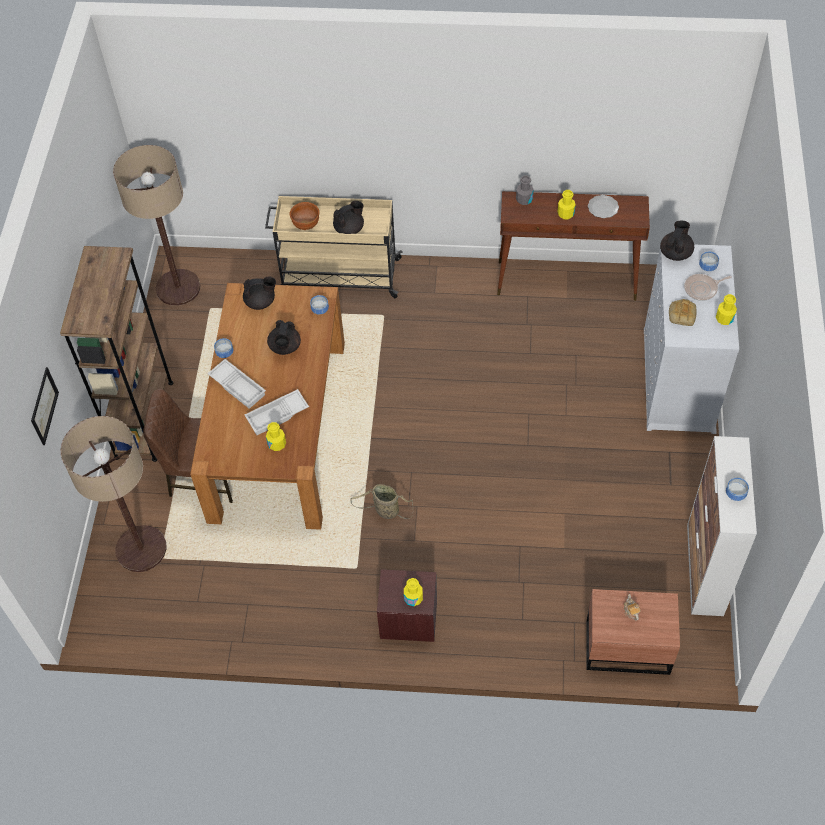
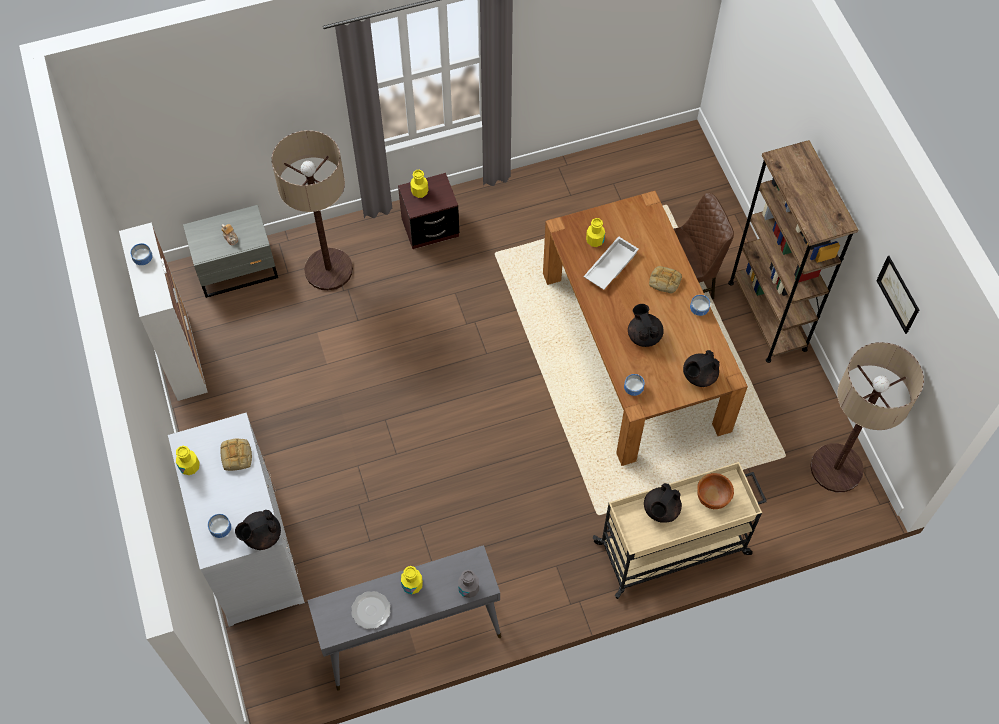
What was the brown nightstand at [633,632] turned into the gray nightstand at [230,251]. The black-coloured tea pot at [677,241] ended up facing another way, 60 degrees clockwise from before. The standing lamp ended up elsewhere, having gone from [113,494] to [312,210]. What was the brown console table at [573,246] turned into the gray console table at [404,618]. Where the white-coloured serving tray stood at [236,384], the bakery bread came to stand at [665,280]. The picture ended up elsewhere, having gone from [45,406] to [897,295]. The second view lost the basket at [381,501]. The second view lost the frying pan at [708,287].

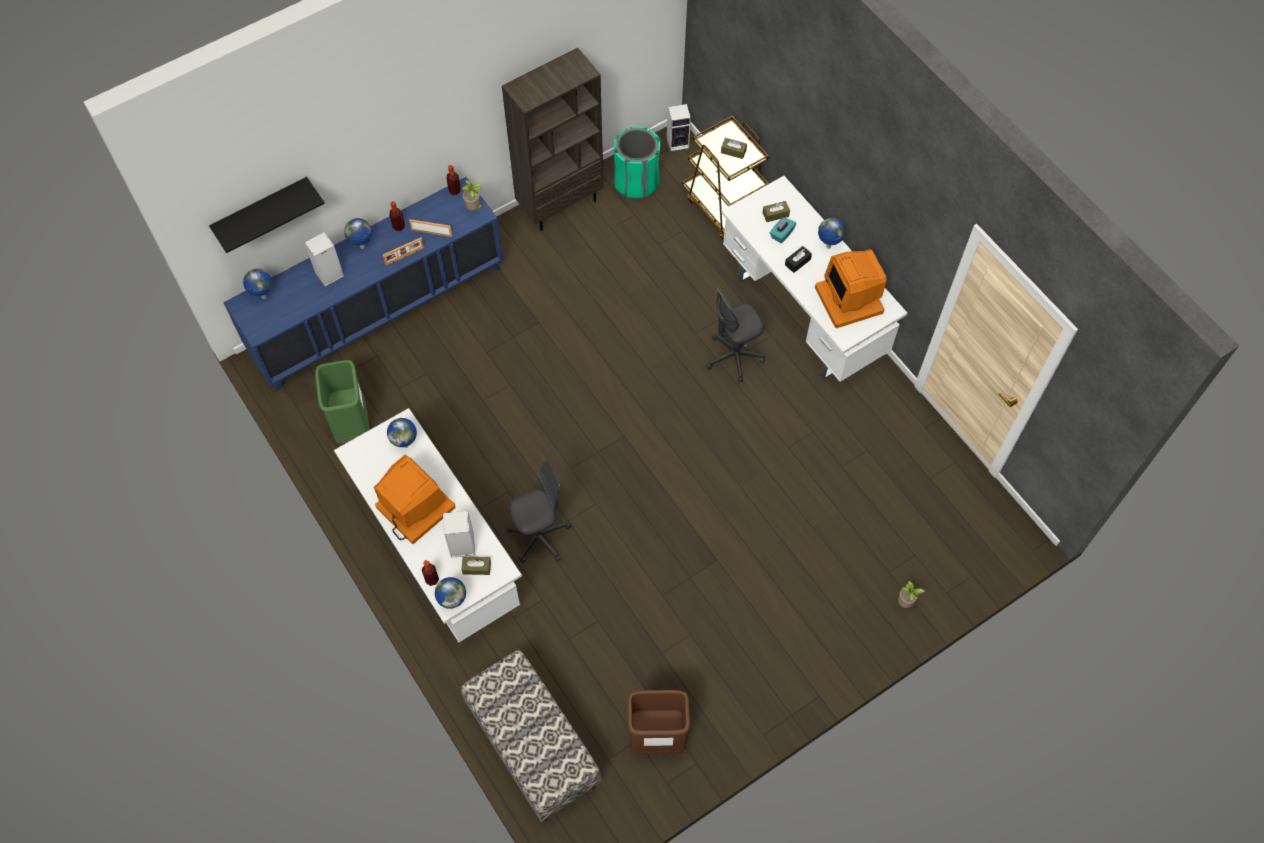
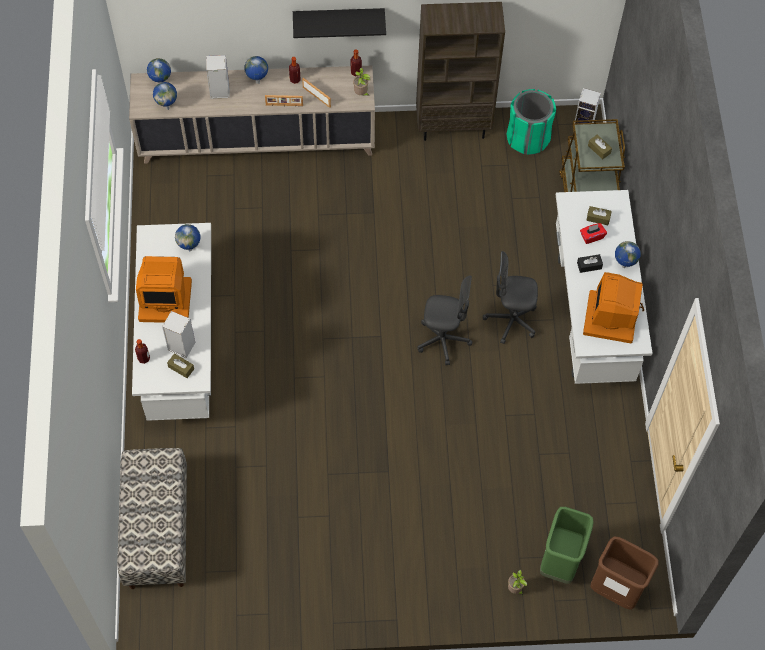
What was the blue-coloured cabinet at [363,284] turned into the beige-coloured cabinet at [252,115]. The monitor at [414,499] ended up facing another way, 105 degrees clockwise from before. The world globe ended up elsewhere, having gone from [450,593] to [165,96]. The black-coloured bracket shelf ended up elsewhere, having gone from [267,215] to [339,23]. The gray office chair ended up elsewhere, having gone from [539,511] to [445,320]. The green trash can ended up elsewhere, having gone from [342,402] to [567,545]. What was the turquoise-coloured tissue holder at [783,230] turned into the red-coloured tissue holder at [593,233]. The brown trash can ended up elsewhere, having gone from [659,722] to [625,573].

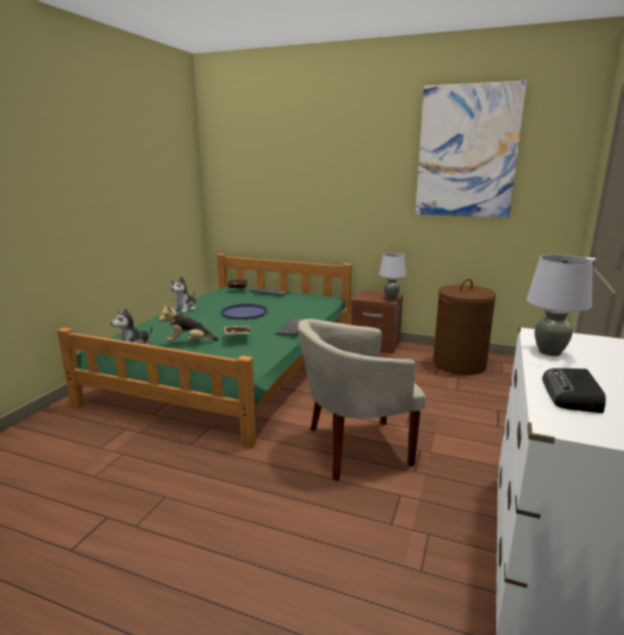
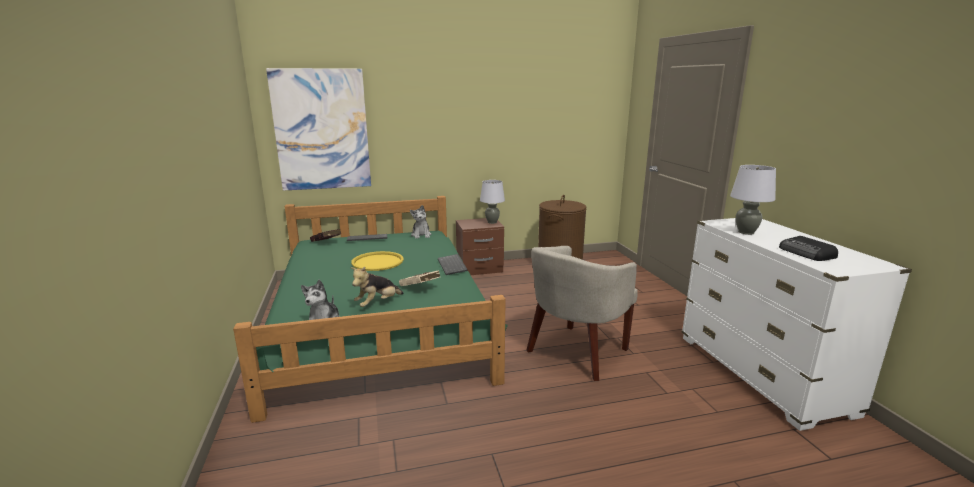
The picture ended up elsewhere, having gone from [471,149] to [318,129]. What was the blue-coloured serving tray at [244,311] turned into the yellow serving tray at [377,261]. The cuddly toy ended up elsewhere, having gone from [183,295] to [420,221].

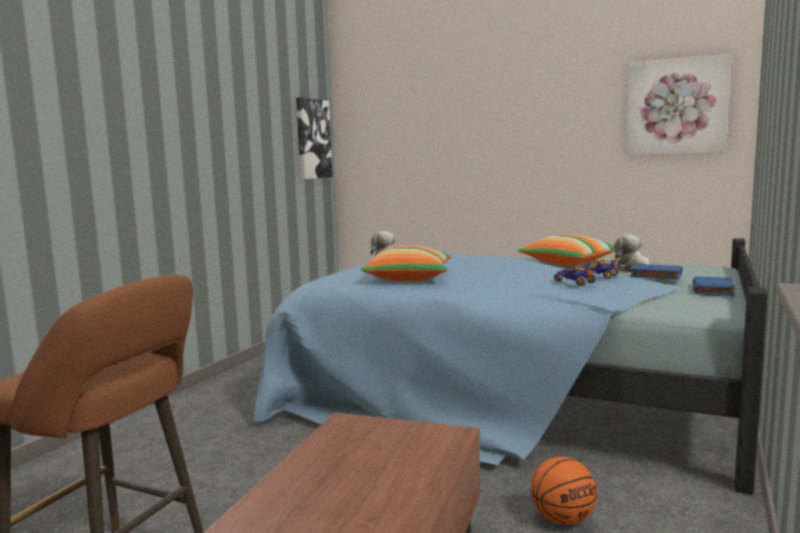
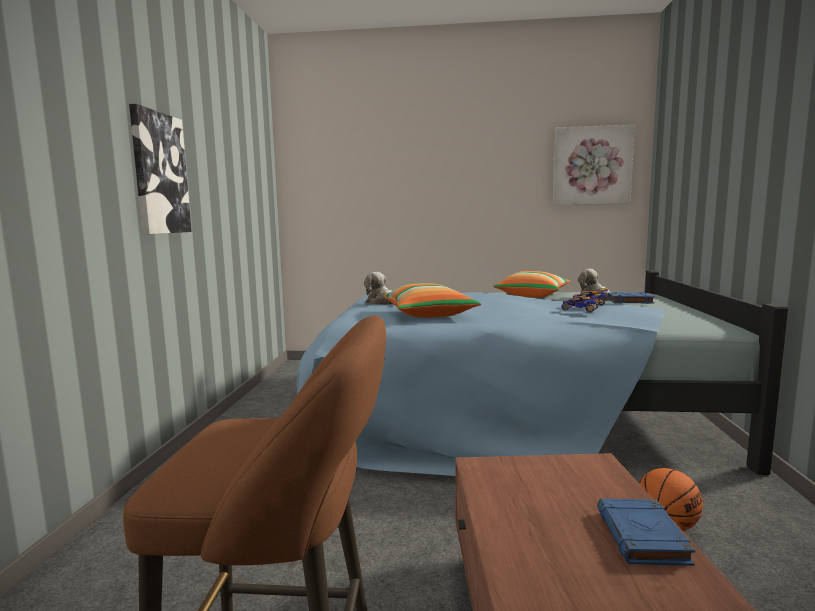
The picture ended up elsewhere, having gone from [314,138] to [160,169]. The blue-coloured bound book ended up elsewhere, having gone from [713,286] to [646,532].

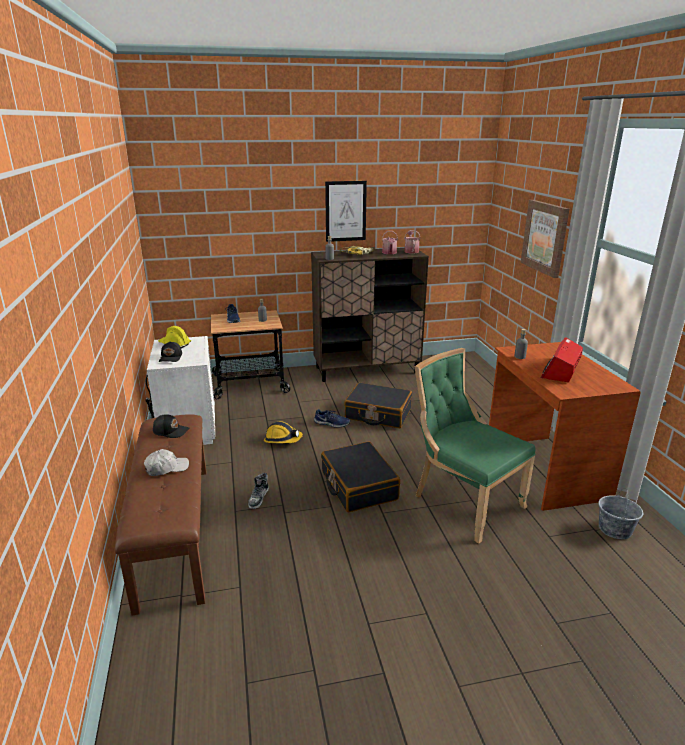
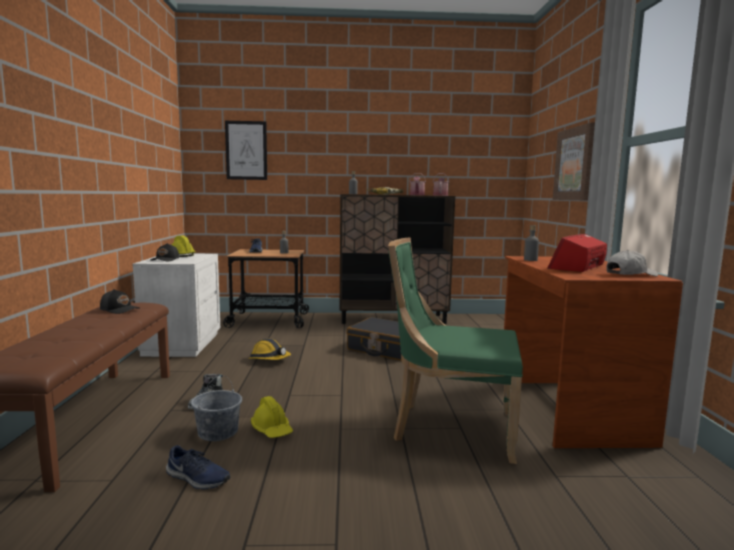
The blue-coloured item of footwear ended up elsewhere, having gone from [332,418] to [198,467]. The gray bucket ended up elsewhere, having gone from [620,513] to [216,408]. The picture ended up elsewhere, having gone from [346,211] to [246,150]. The second view gained the yellow work helmet at [272,417]. The green chair at [475,445] ended up facing another way, 45 degrees counterclockwise from before. The white-coloured baseball cap ended up elsewhere, having gone from [166,462] to [632,263]. The second view lost the black-coloured suitcase at [360,477].

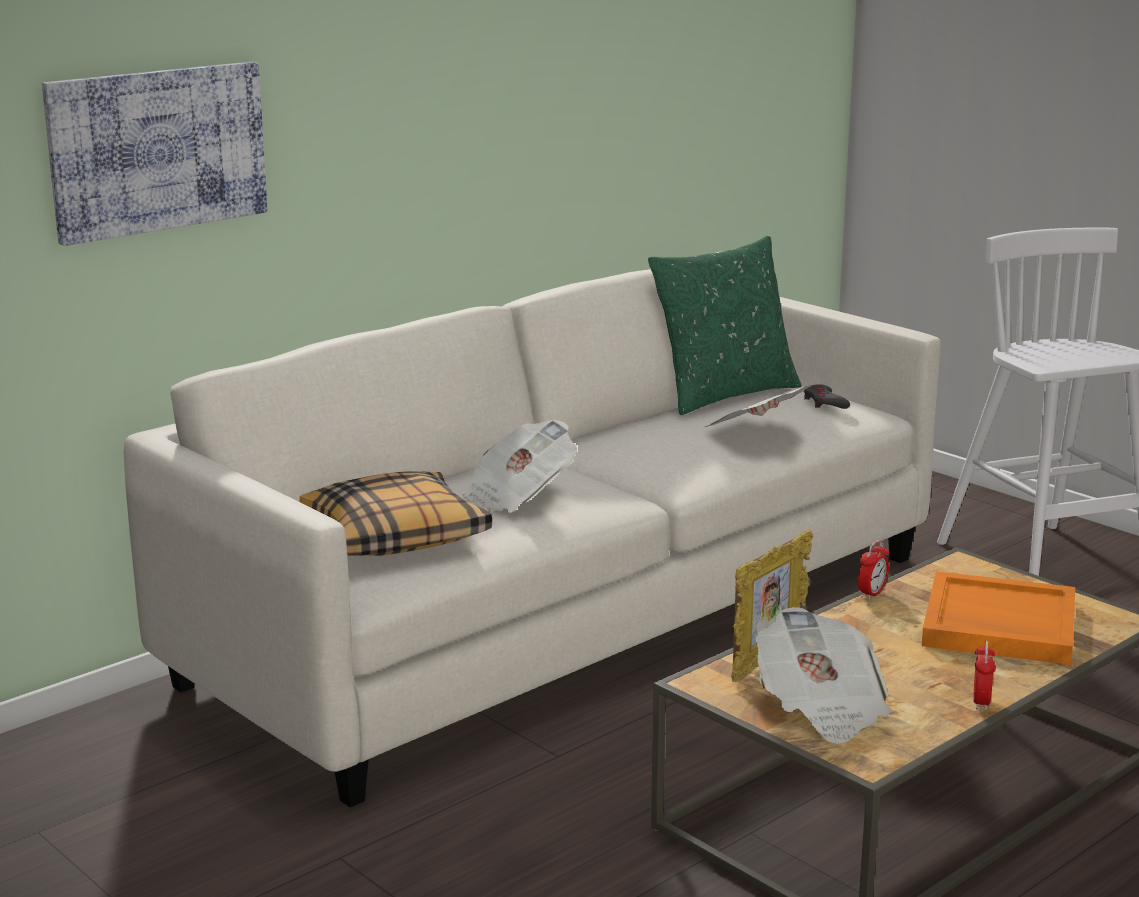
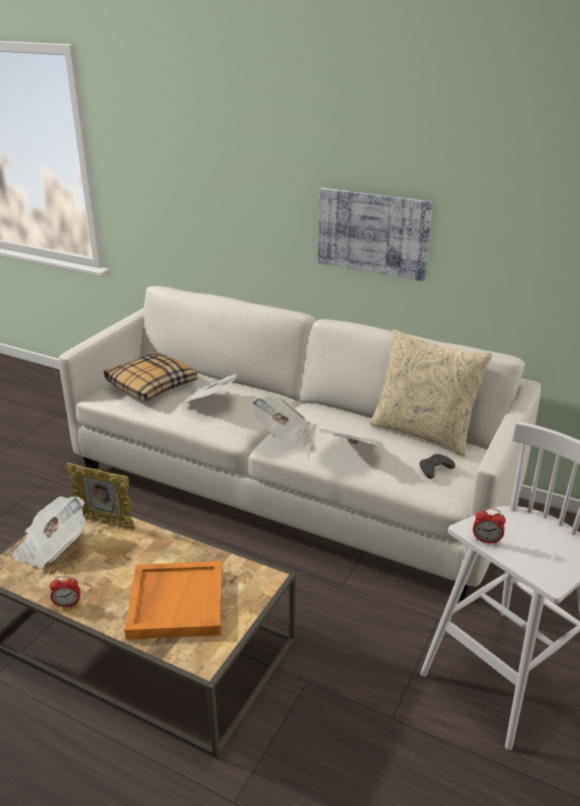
The second view gained the newspaper at [282,421]. The picture ended up elsewhere, having gone from [154,154] to [375,234]. What was the green pillow at [724,325] turned into the beige-coloured pillow at [431,393]. The alarm clock ended up elsewhere, having gone from [873,570] to [489,526].

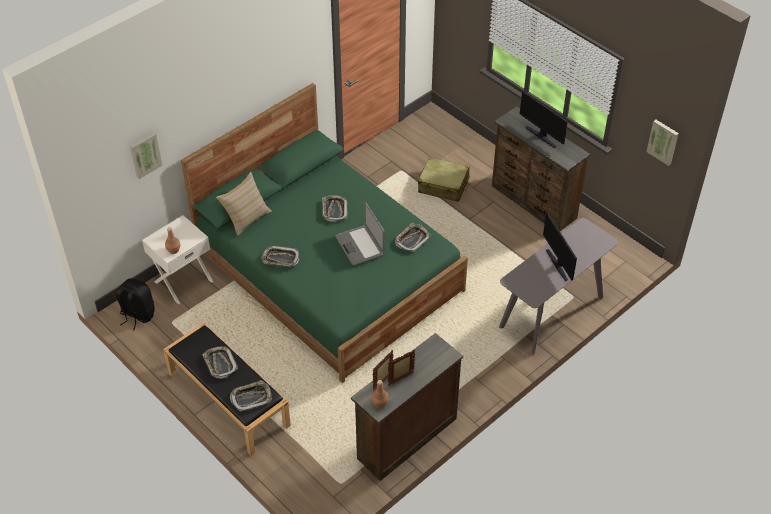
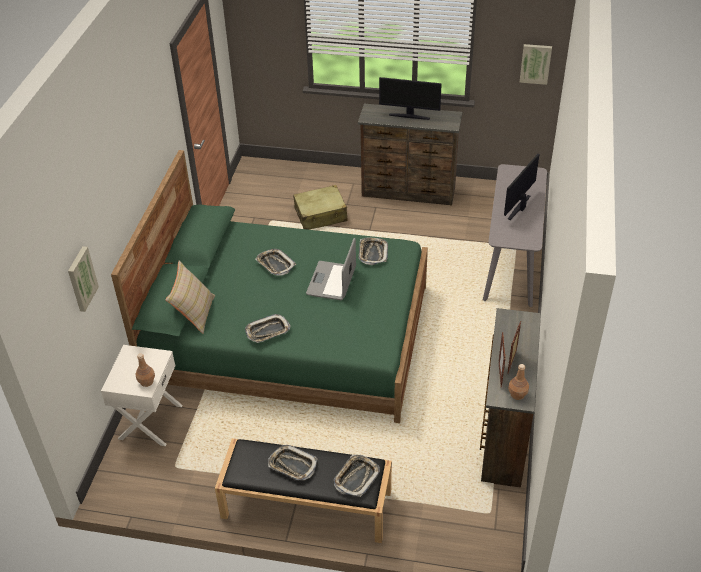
The portable computer at [360,233] ended up facing another way, 75 degrees clockwise from before. The monitor at [560,247] ended up facing another way, 90 degrees clockwise from before. The second view lost the black-coloured rucksack at [135,304].

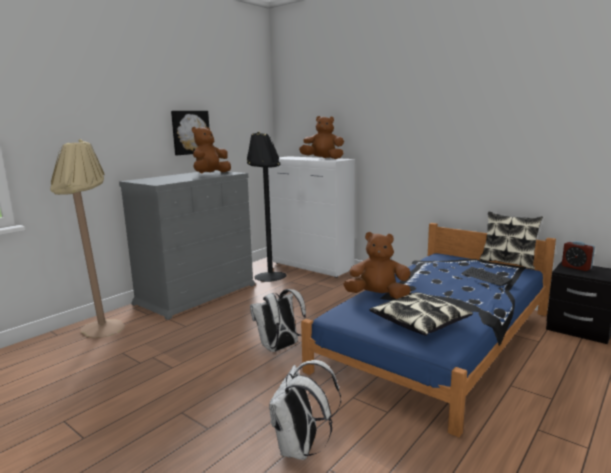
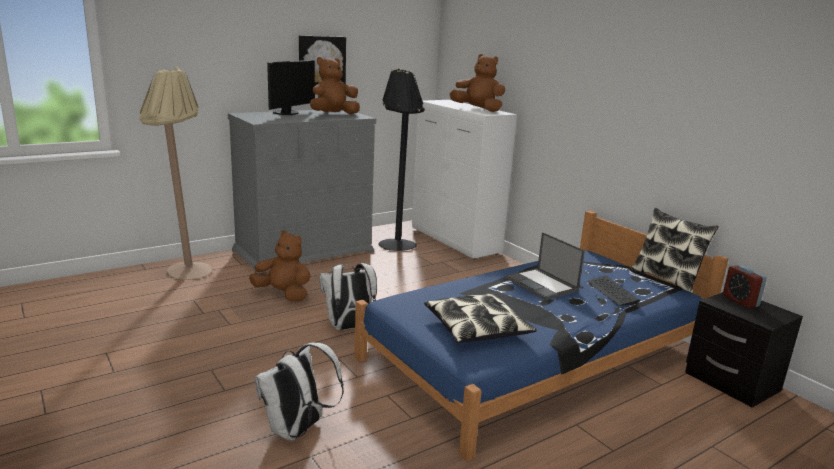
The brown cuddly toy ended up elsewhere, having gone from [377,265] to [279,266]. The second view gained the monitor at [291,87]. The second view gained the portable computer at [545,266].

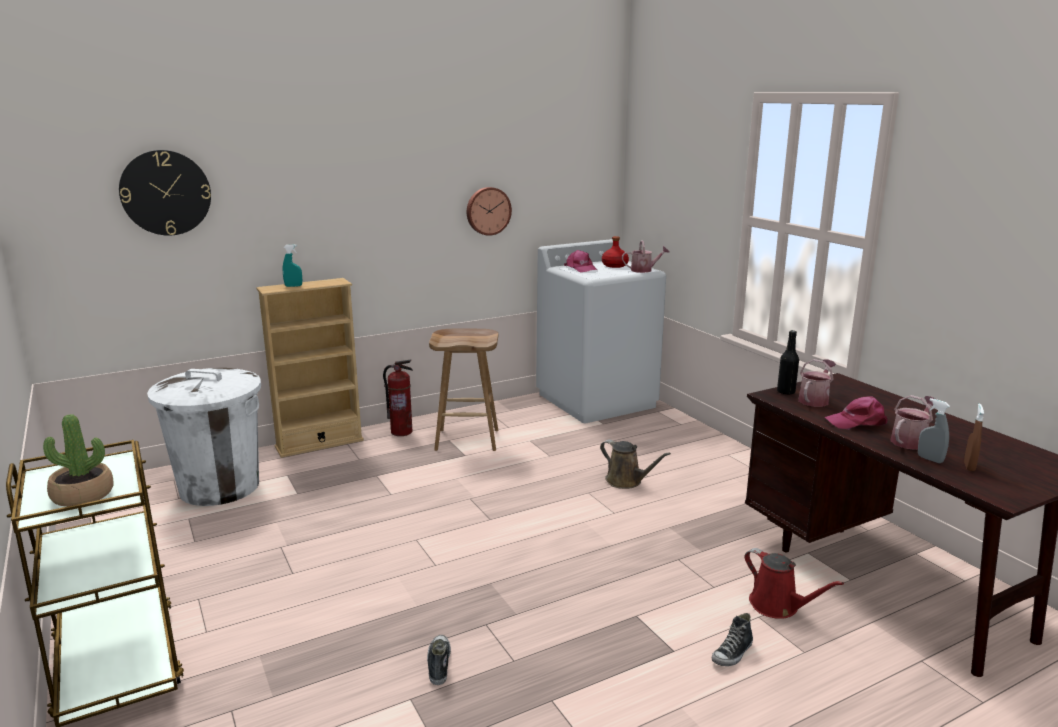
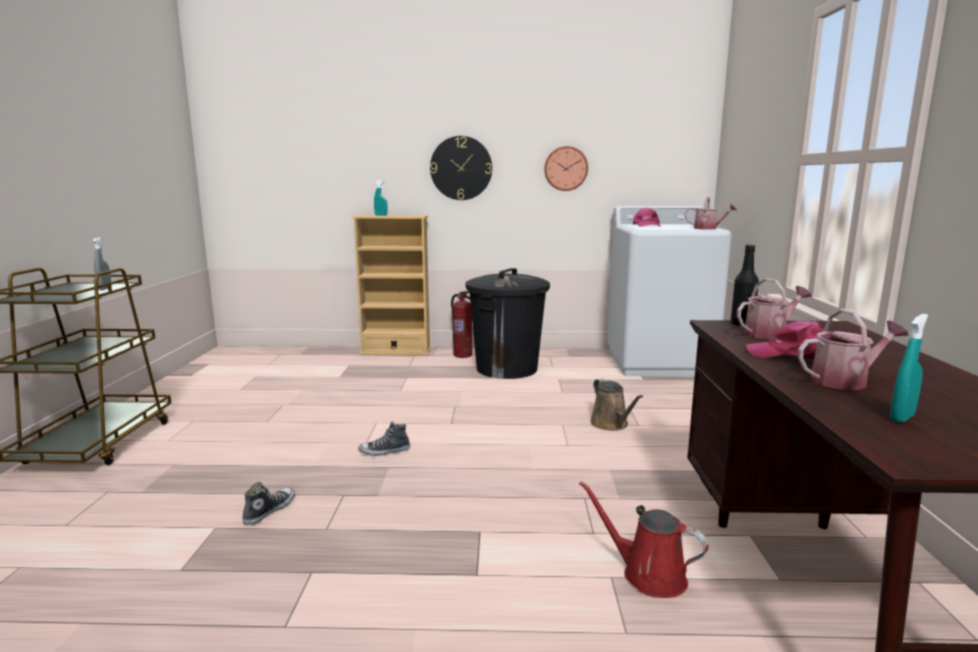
The gray hand sprayer ended up elsewhere, having gone from [934,430] to [102,263]. The item of footwear ended up elsewhere, having gone from [732,639] to [384,438]. The clock on the wall ended up elsewhere, having gone from [165,193] to [461,168]. Where the brown stool seat stood at [463,390], the black-coloured trash can came to stand at [508,323]. The red-coloured watering can at [794,583] ended up facing another way, 135 degrees clockwise from before. What was the brown hand sprayer at [974,437] turned into the turquoise-coloured hand sprayer at [909,368]. The second view lost the plant in a pot at [78,460]. The second view lost the white-coloured trash can at [204,437]. The second view lost the red-coloured beverage bottle at [615,252].

